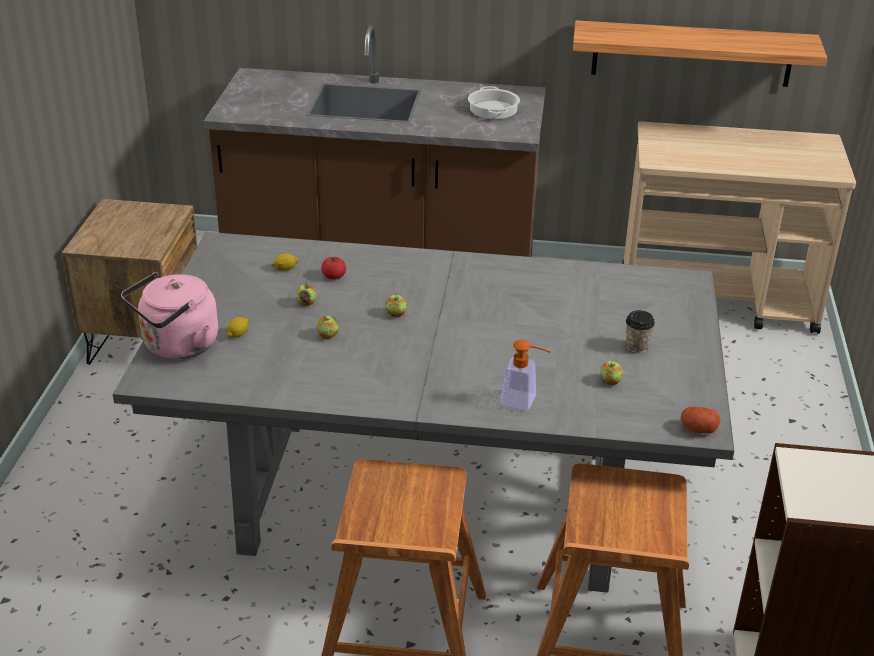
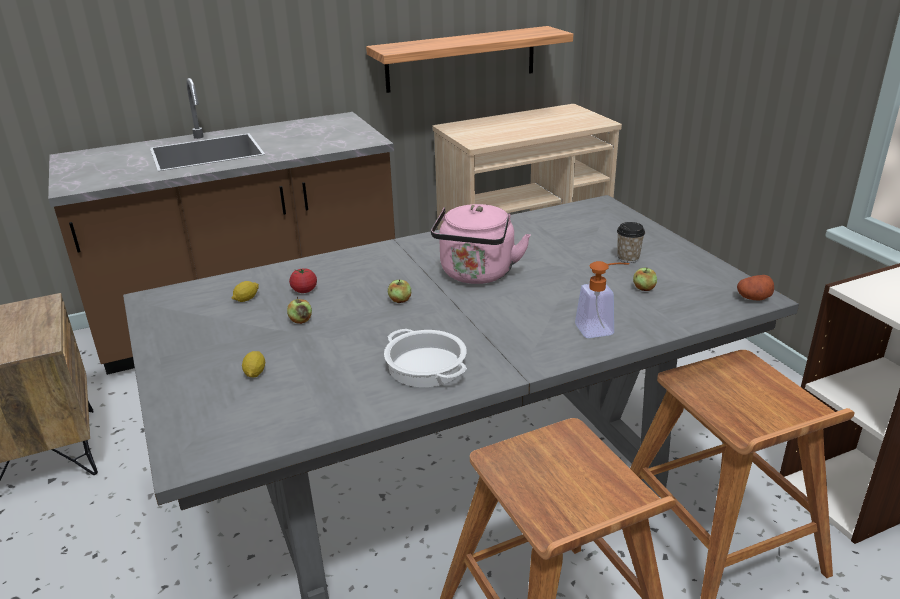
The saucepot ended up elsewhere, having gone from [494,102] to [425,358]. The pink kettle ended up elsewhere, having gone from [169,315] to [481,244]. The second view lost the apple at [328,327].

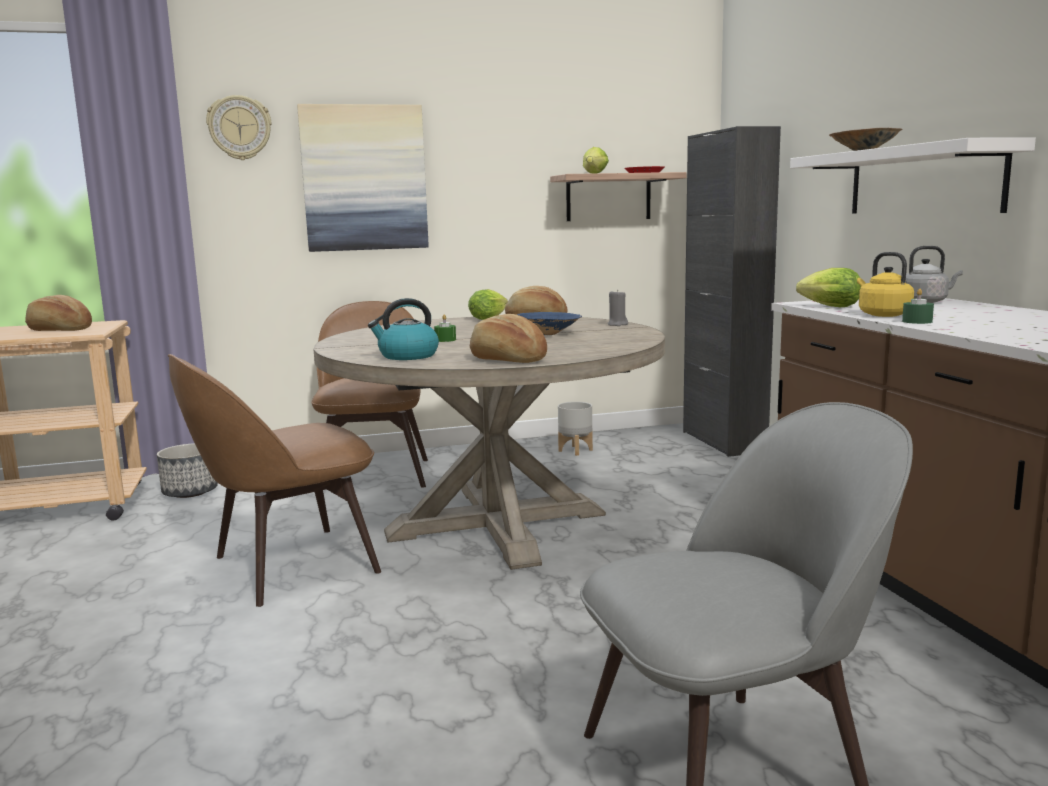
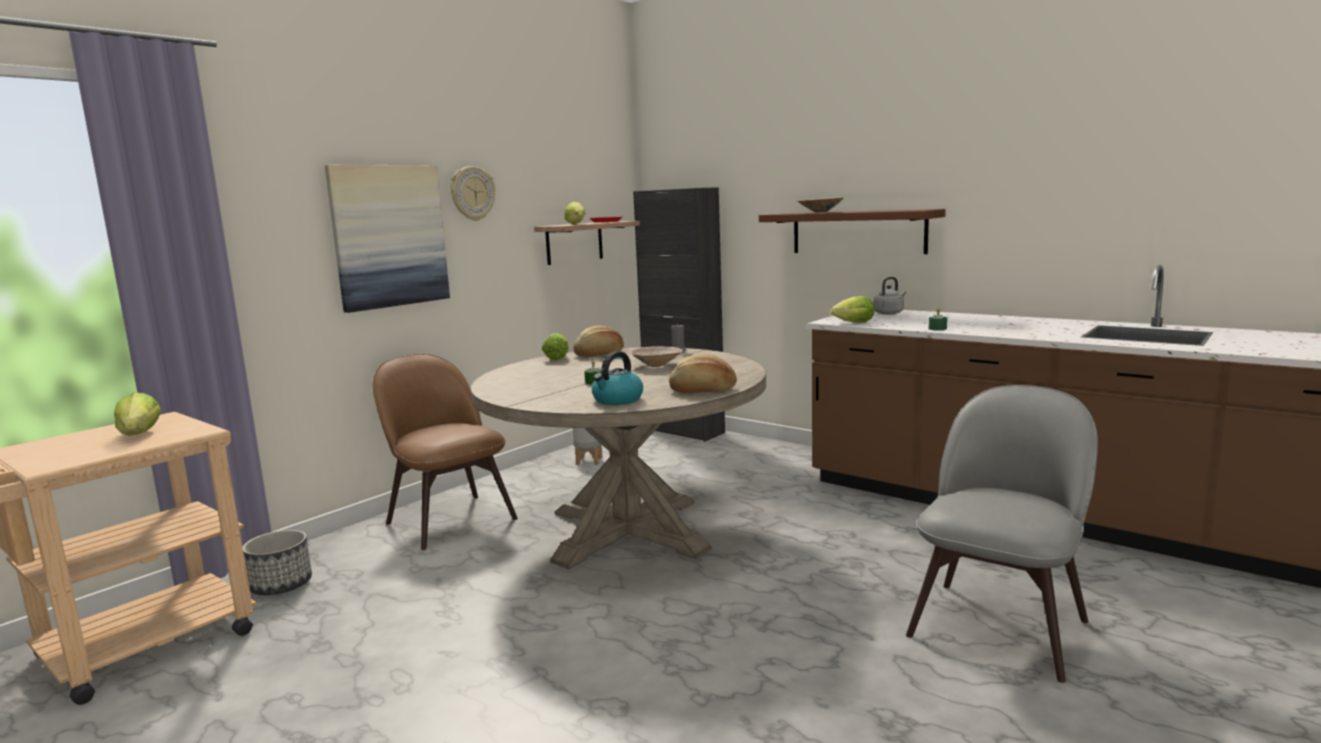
Where the bakery bread stood at [58,313], the lettuce came to stand at [137,414]. The clock on the wall ended up elsewhere, having gone from [239,127] to [472,193]. What was the blue-coloured serving bowl at [549,323] turned into the beige-coloured serving bowl at [656,356]. What was the white-coloured bracket shelf at [913,175] turned into the brown bracket shelf at [852,231]. The second view lost the brown chair at [274,480]. The second view lost the yellow kettle at [885,284].

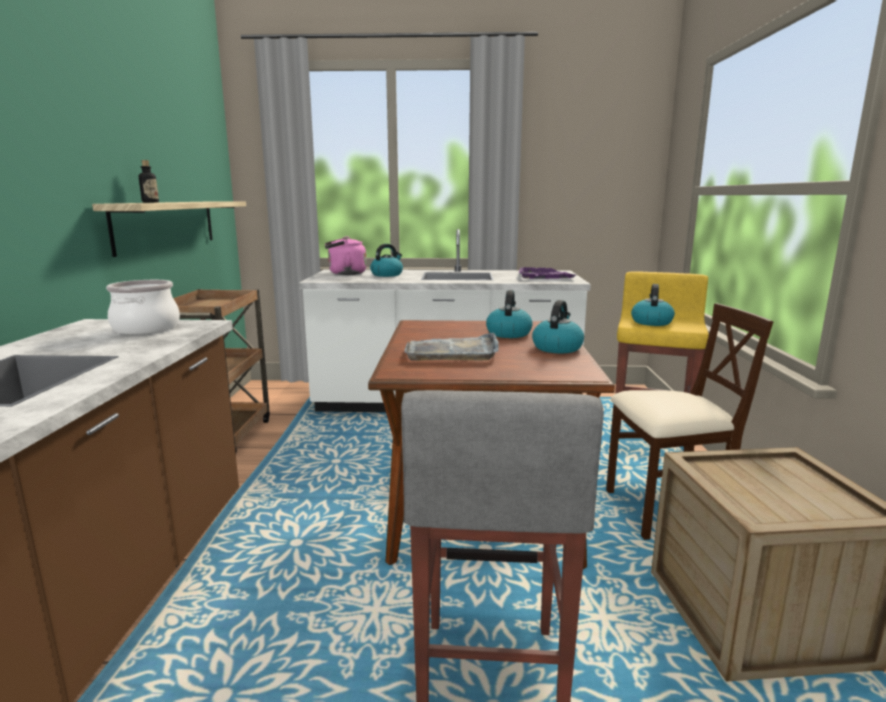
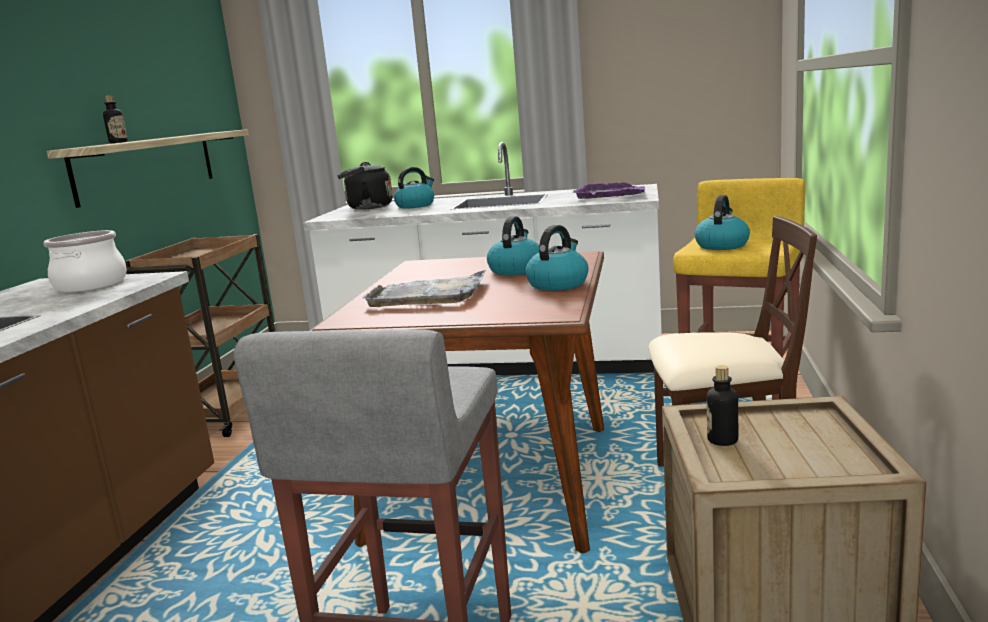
What was the pink kettle at [346,255] turned into the black-coloured kettle at [365,186]. The second view gained the beverage bottle at [722,405].

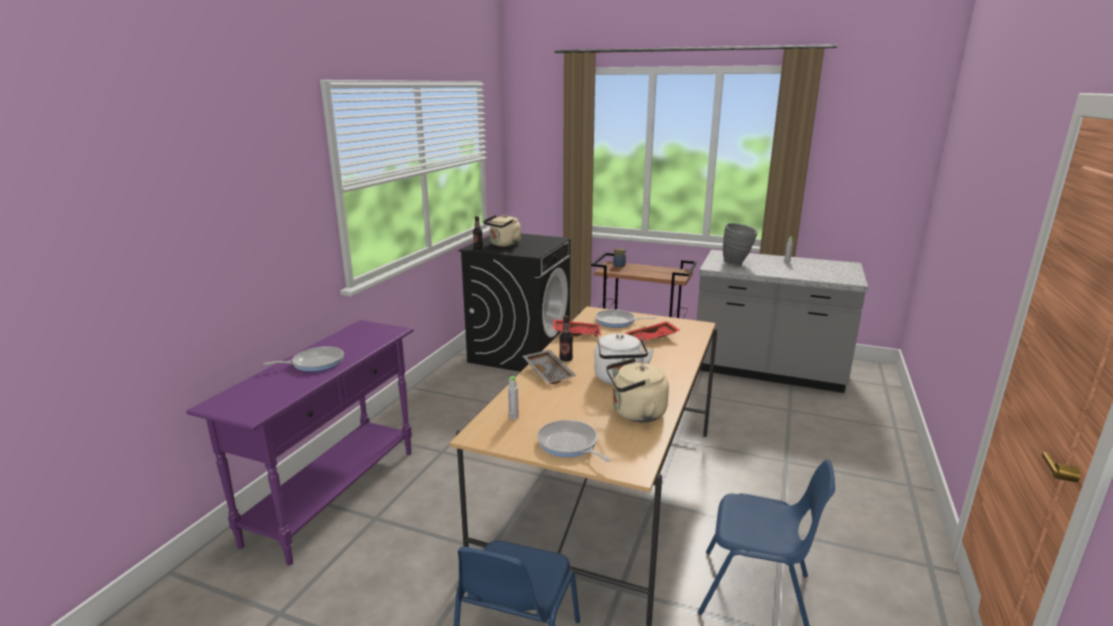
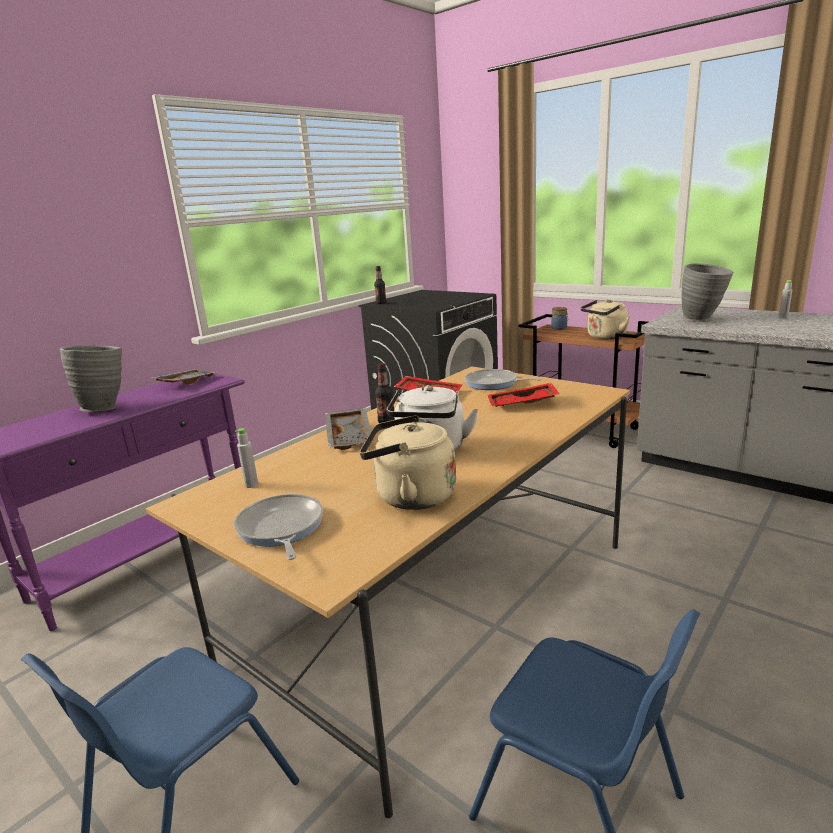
Where the frying pan stood at [304,359], the gray vase came to stand at [91,378]. The second view gained the gray serving tray at [183,377]. The beige-coloured kettle ended up elsewhere, having gone from [502,231] to [605,319].

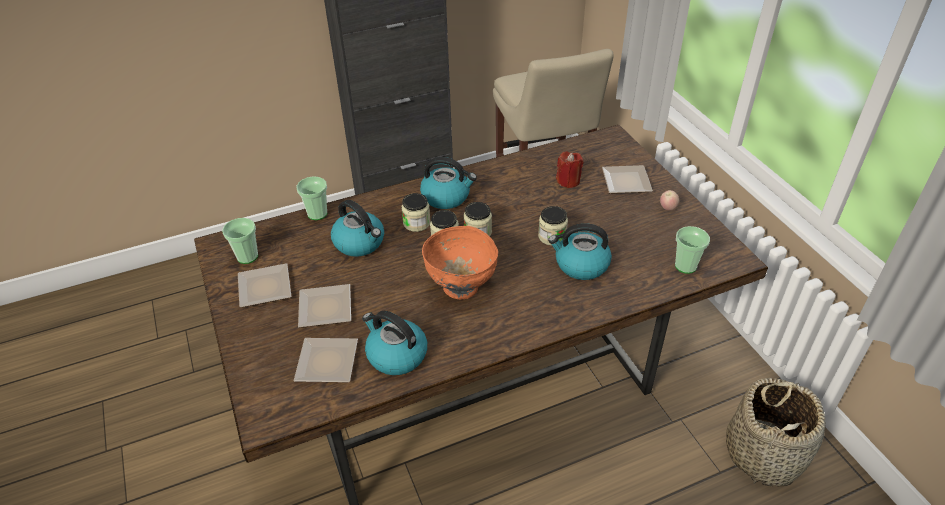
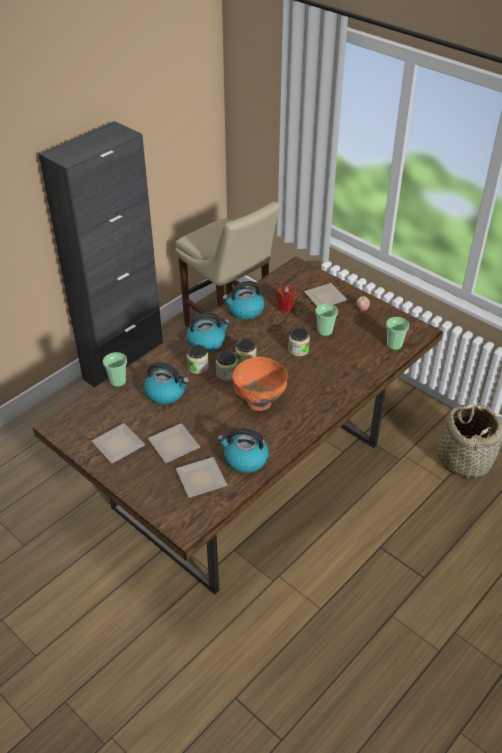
The kettle ended up elsewhere, having gone from [580,251] to [243,300]. The drinking cup ended up elsewhere, having gone from [240,241] to [326,319].

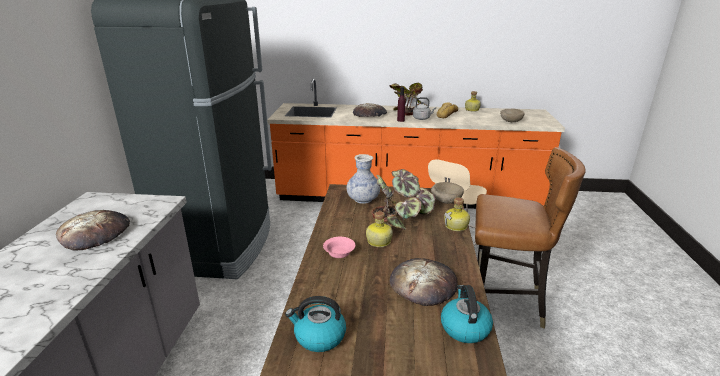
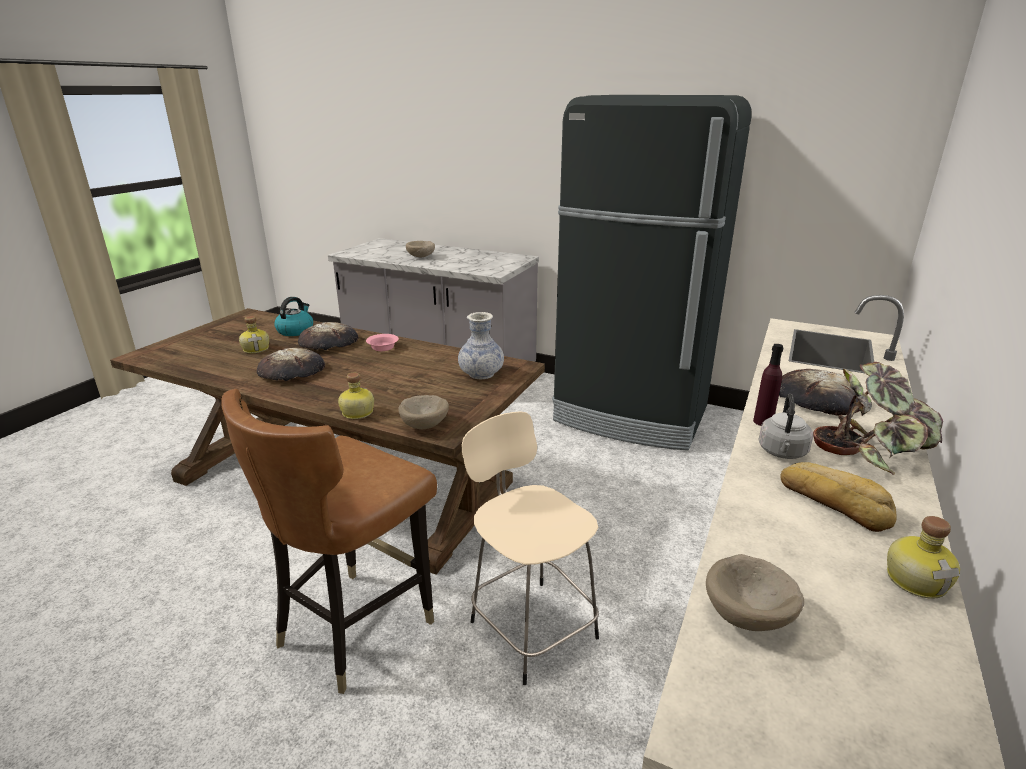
The beverage bottle ended up elsewhere, having gone from [379,229] to [254,334]. The bakery bread ended up elsewhere, having gone from [93,230] to [328,336]. The second view gained the beige-coloured serving bowl at [420,249]. The second view lost the plant in a pot at [403,199]. The second view lost the kettle at [467,314].

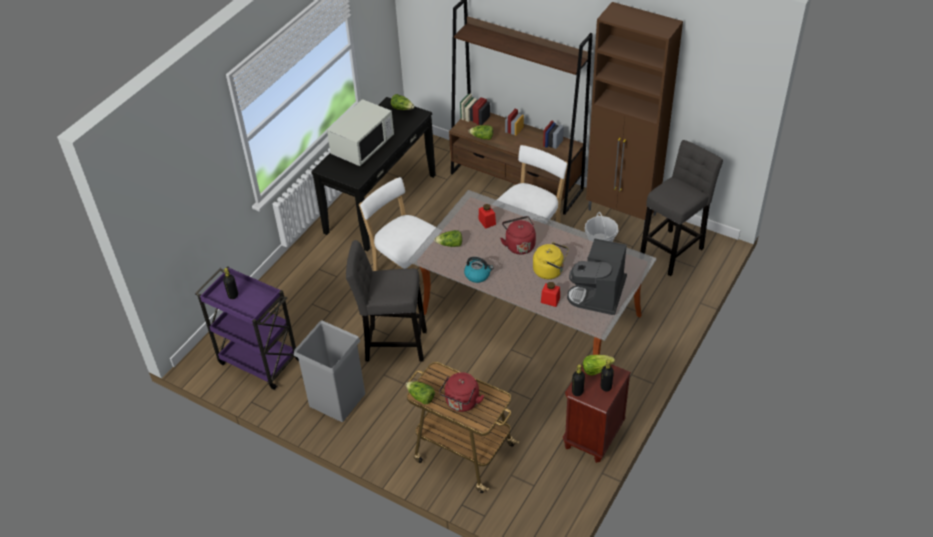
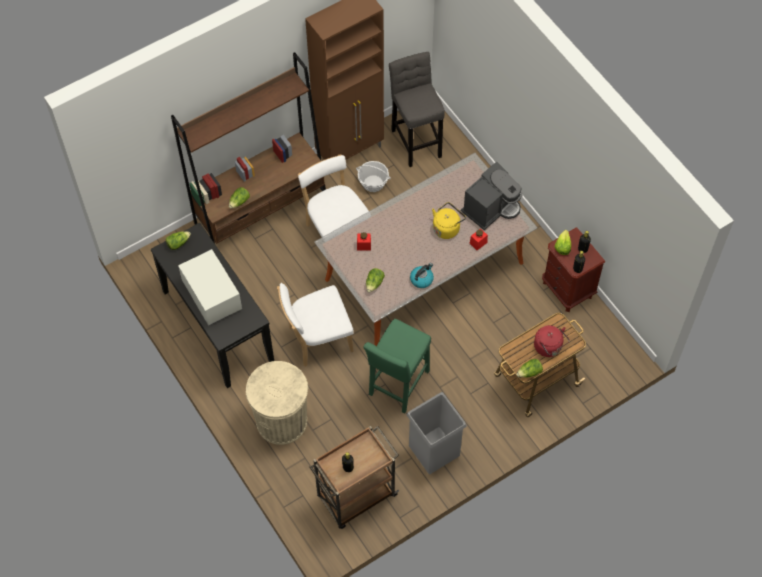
The second view gained the beige-coloured trash can at [277,403]. What was the purplish wheeled cart at [247,328] turned into the brown wheeled cart at [354,477]. What was the gray stool seat at [386,301] turned into the green stool seat at [397,366]. The coffee machine at [597,276] ended up facing another way, 90 degrees counterclockwise from before. The second view lost the red-coloured kettle at [518,235].

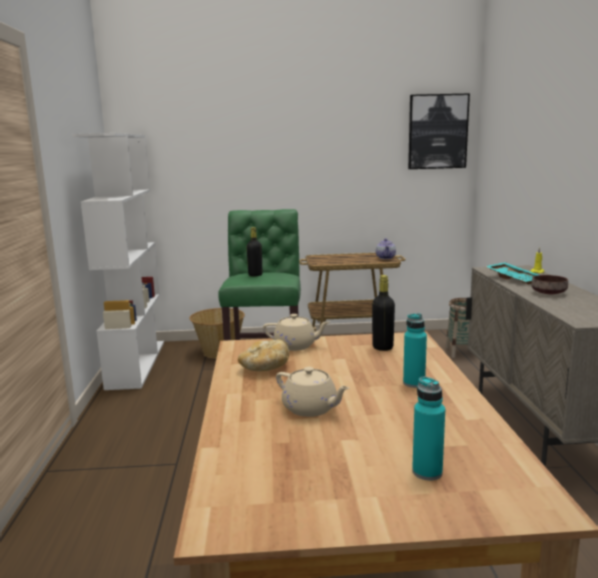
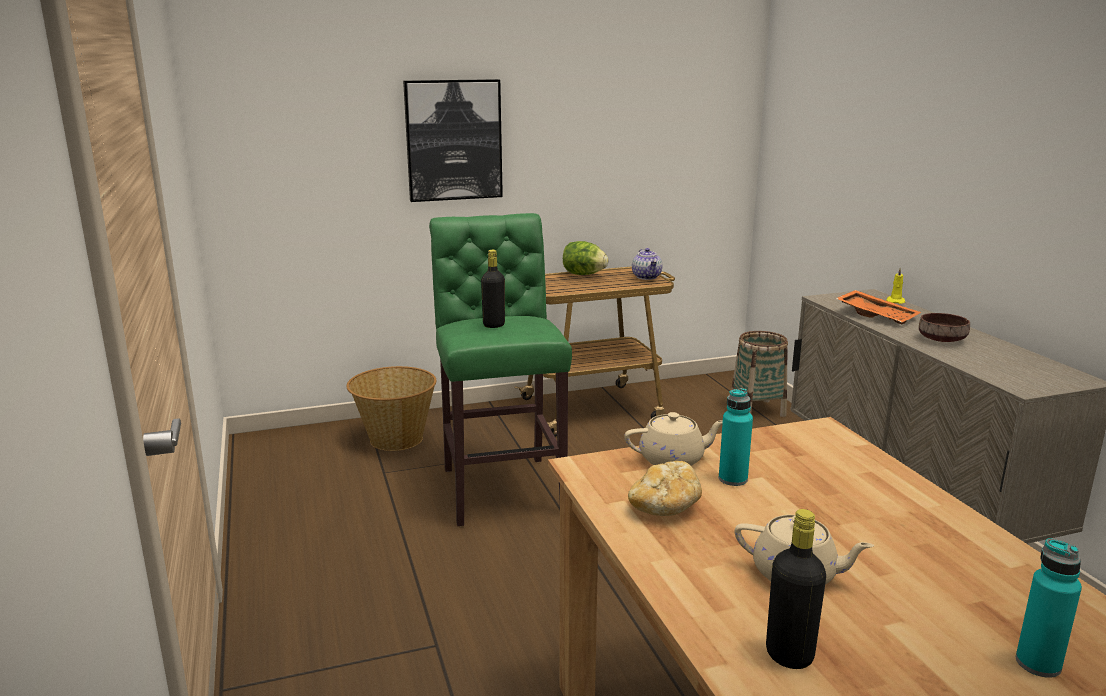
The picture ended up elsewhere, having gone from [439,131] to [453,140]. The second view gained the lettuce at [585,258]. The turquoise-coloured beverage bottle ended up elsewhere, having gone from [415,350] to [736,437]. The black-coloured beverage bottle ended up elsewhere, having gone from [383,313] to [796,589]. What was the turquoise-coloured serving tray at [512,273] turned into the orangey serving tray at [878,307]. The second view lost the white-coloured bookshelf at [118,261].

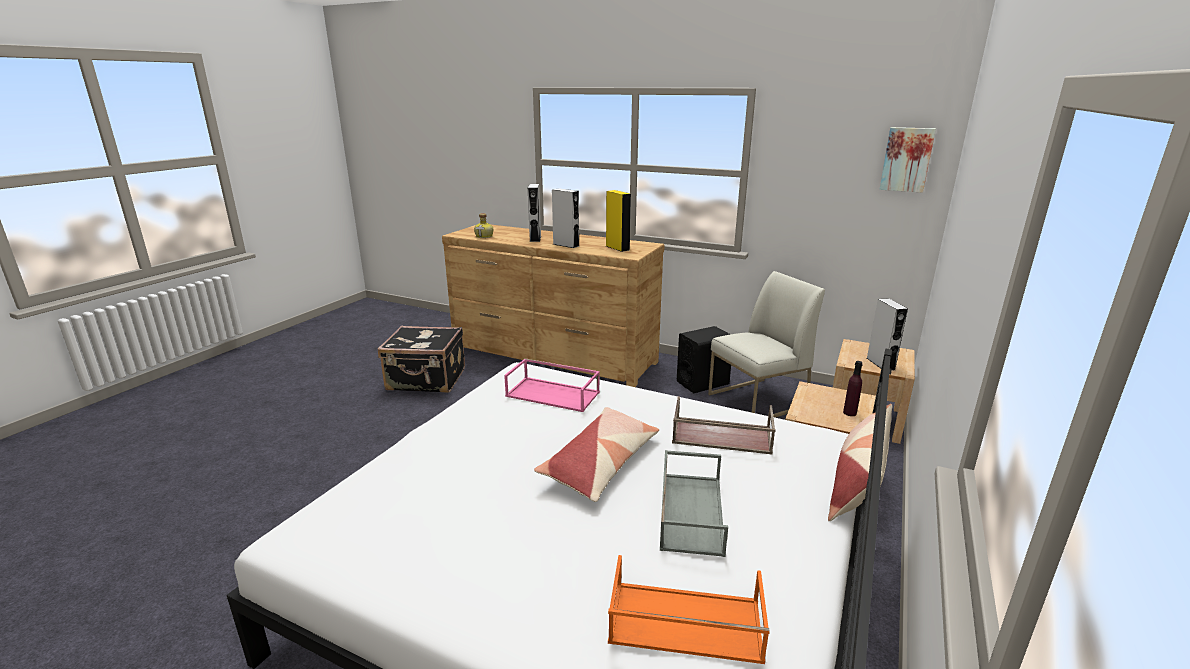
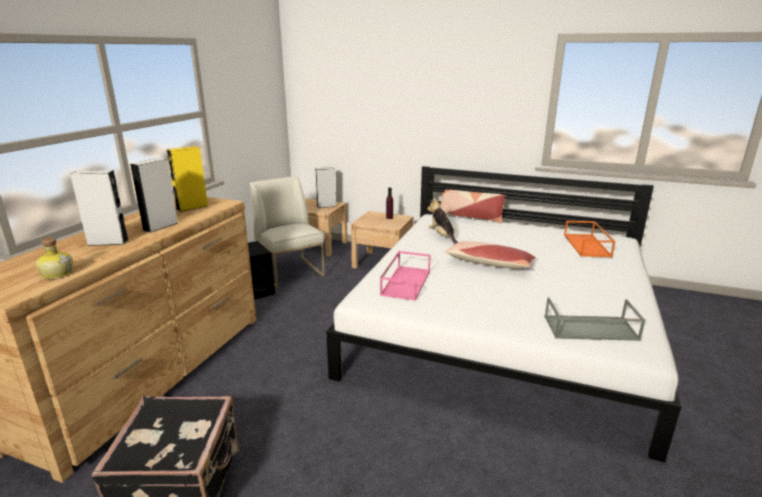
Where the brown serving tray stood at [723,425], the cuddly toy came to stand at [442,221]. The gray serving tray ended up elsewhere, having gone from [694,503] to [595,319]. The second view lost the picture at [907,160].

